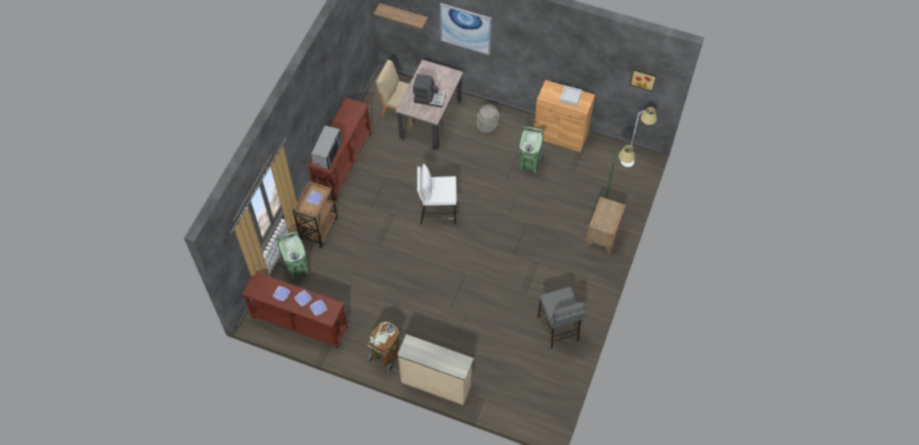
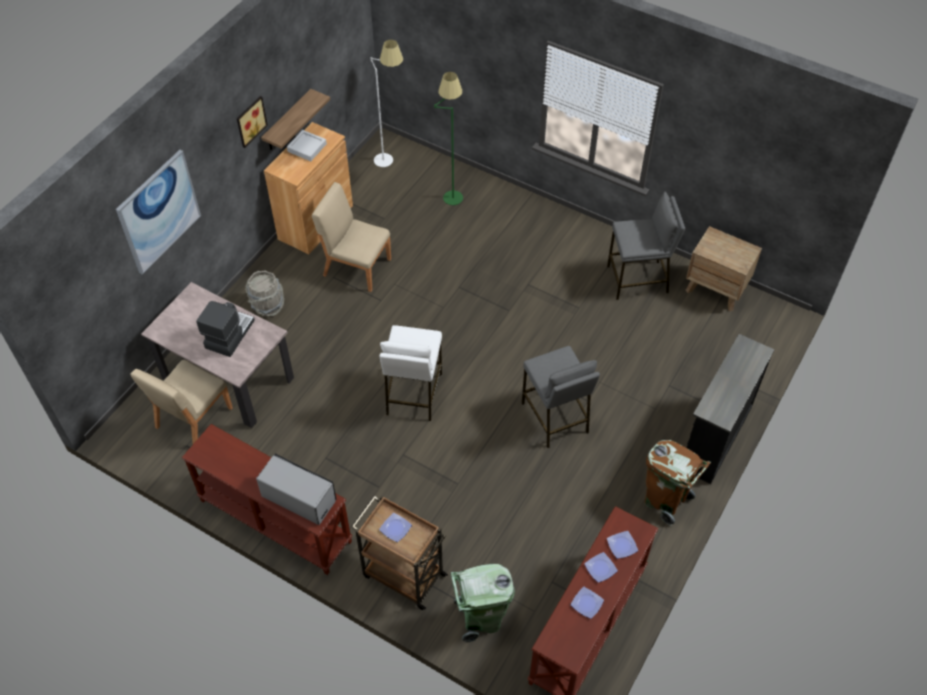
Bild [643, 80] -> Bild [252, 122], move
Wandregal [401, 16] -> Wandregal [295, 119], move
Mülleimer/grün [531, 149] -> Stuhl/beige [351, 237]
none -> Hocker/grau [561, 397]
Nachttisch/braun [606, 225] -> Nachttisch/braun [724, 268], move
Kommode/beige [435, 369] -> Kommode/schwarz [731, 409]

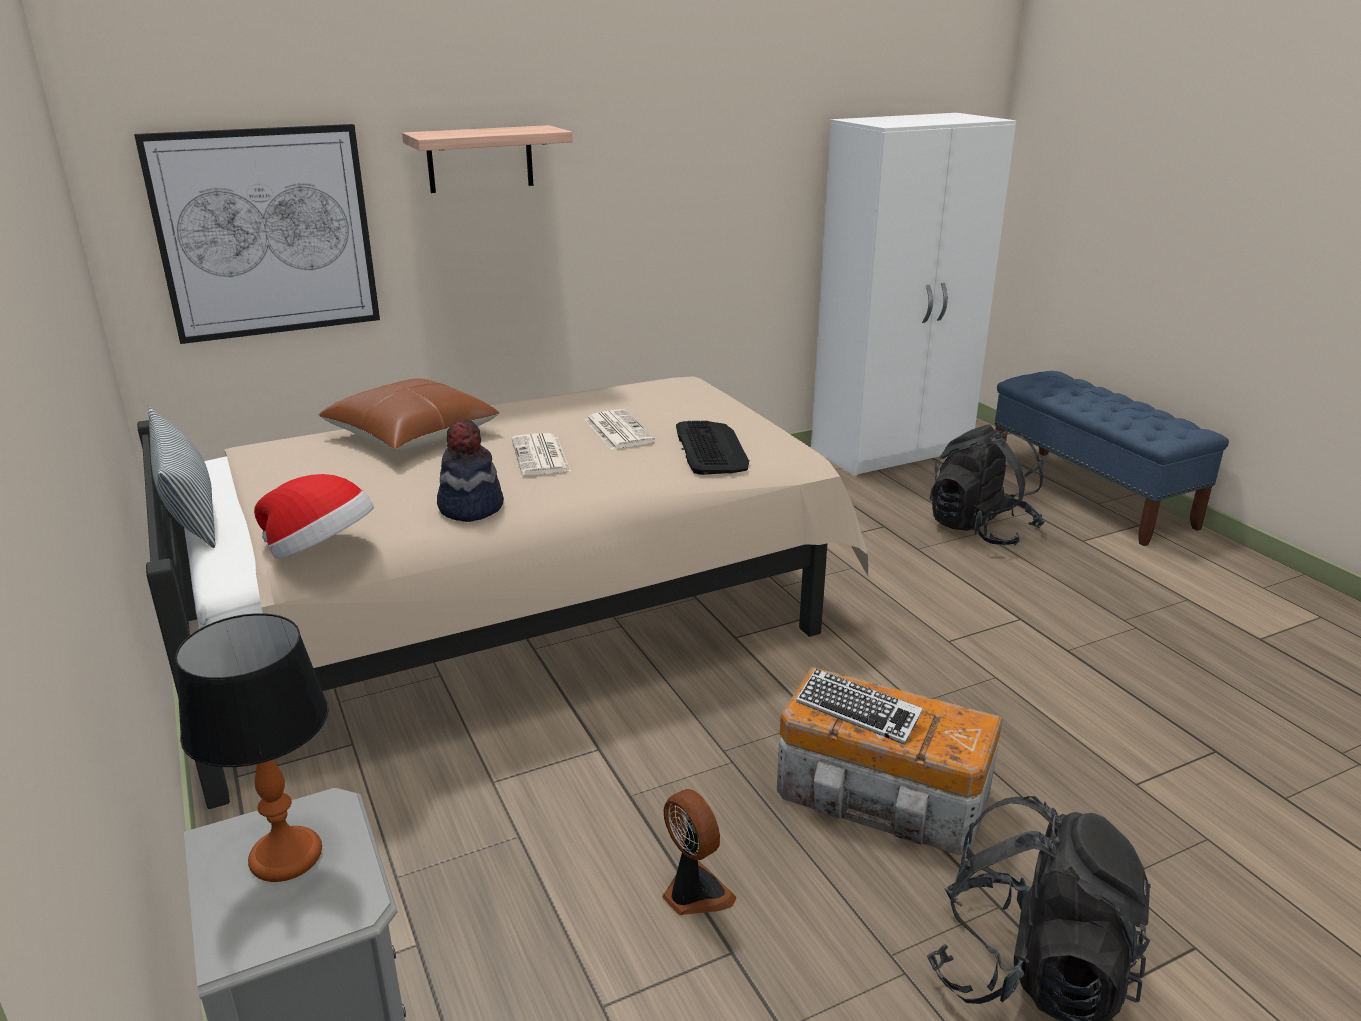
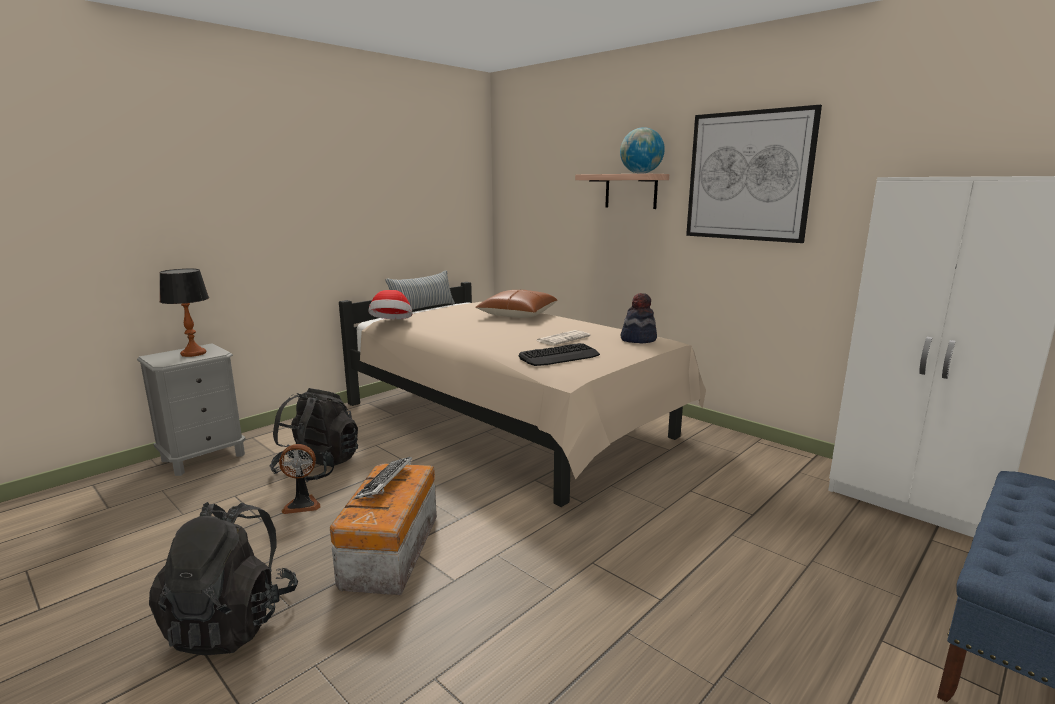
Rucksack/schwarz [987, 484] -> Rucksack/schwarz [314, 435], move
Ventilator [699, 852] -> Ventilator [300, 479], 45 degrees clockwise
none -> Globus [642, 150]
Hut [470, 470] -> Hut [639, 318], move
Bild [257, 234] -> Bild [754, 174], move
Zeitung [541, 454] -> none

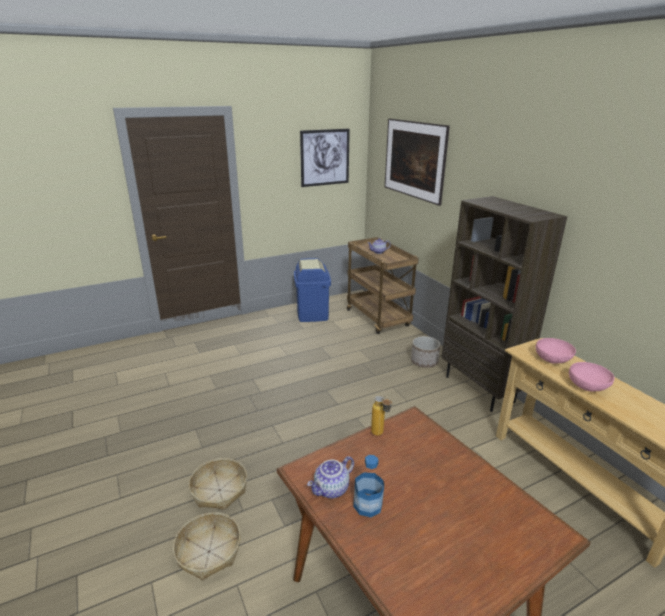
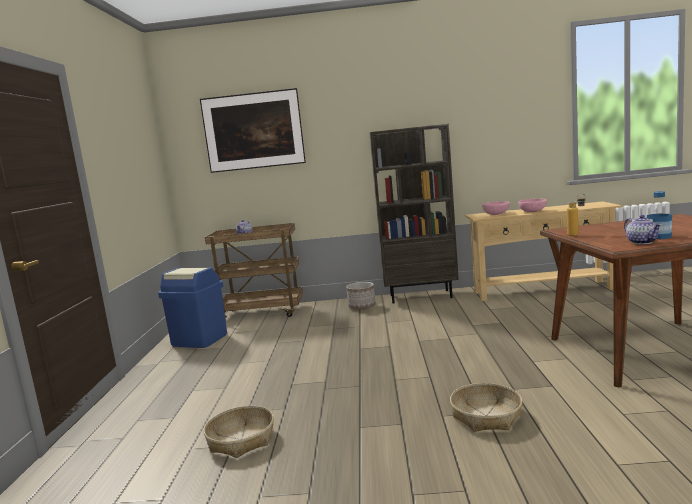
Korb [207, 546] -> Korb [239, 432], move
Bild [325, 158] -> none

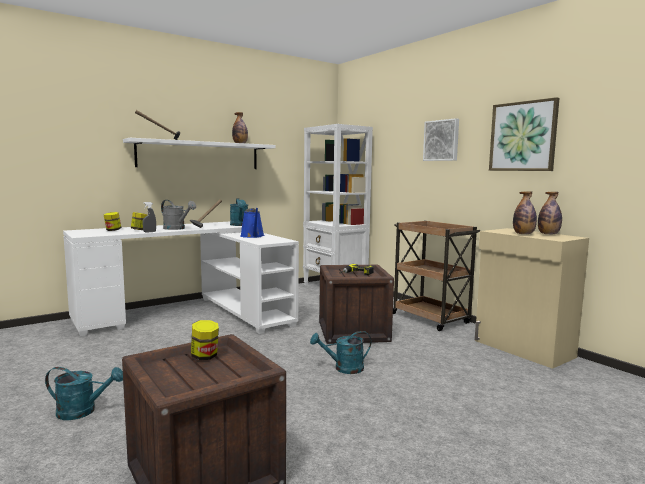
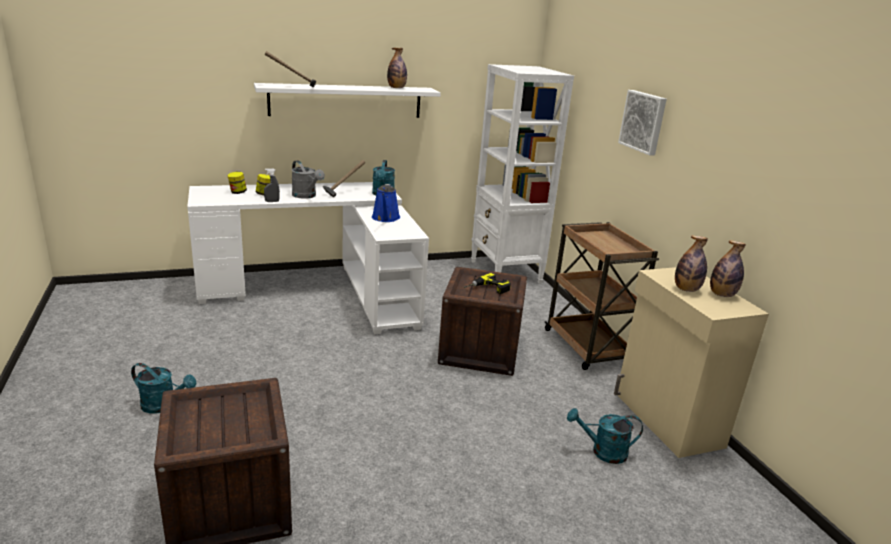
Gießkanne/türkis [340, 352] -> Gießkanne/türkis [605, 436], move
Vorratsglas [205, 340] -> none
Bild [524, 134] -> none

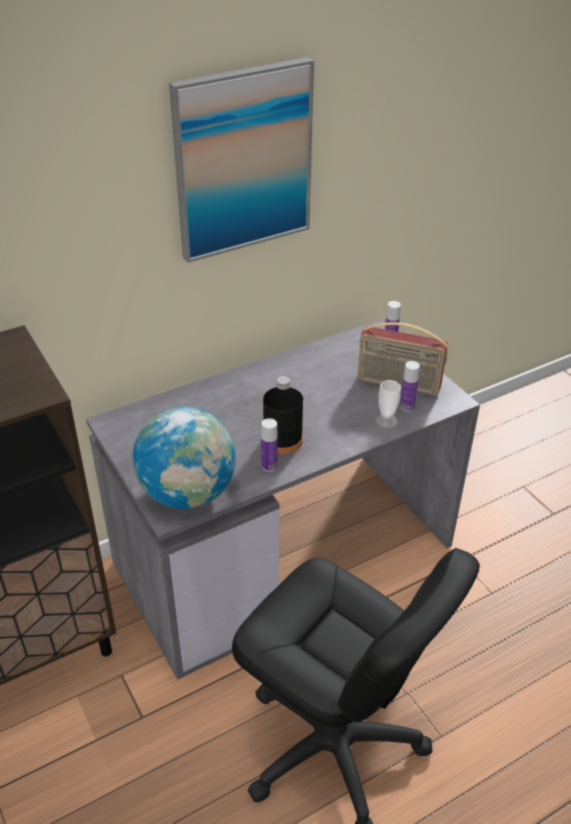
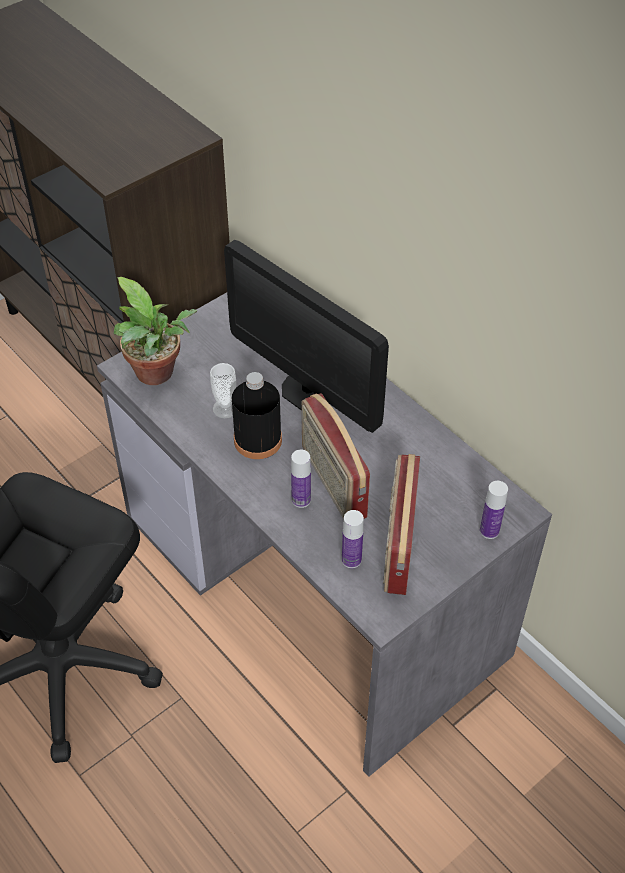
Globus [184, 457] -> Topfpflanze [155, 331]
Tasse [388, 404] -> Tasse [223, 391], move
none -> Monitor [306, 336]
Flasche [269, 445] -> Flasche [301, 479], move
none -> Radio [336, 456]
Bild [241, 160] -> none

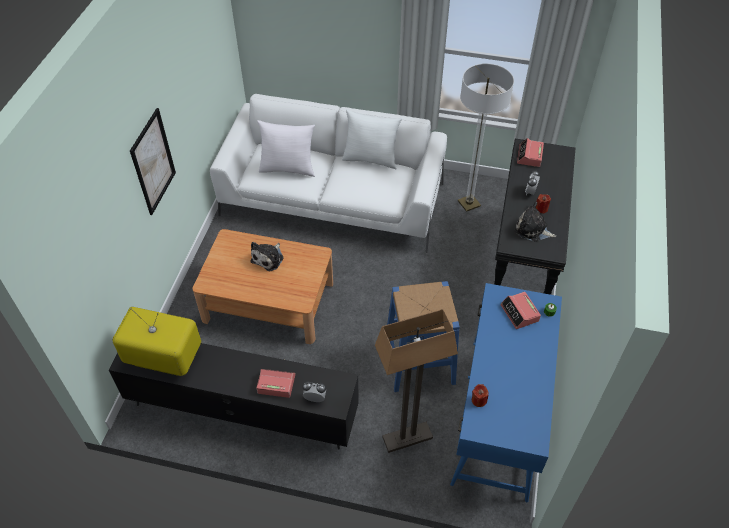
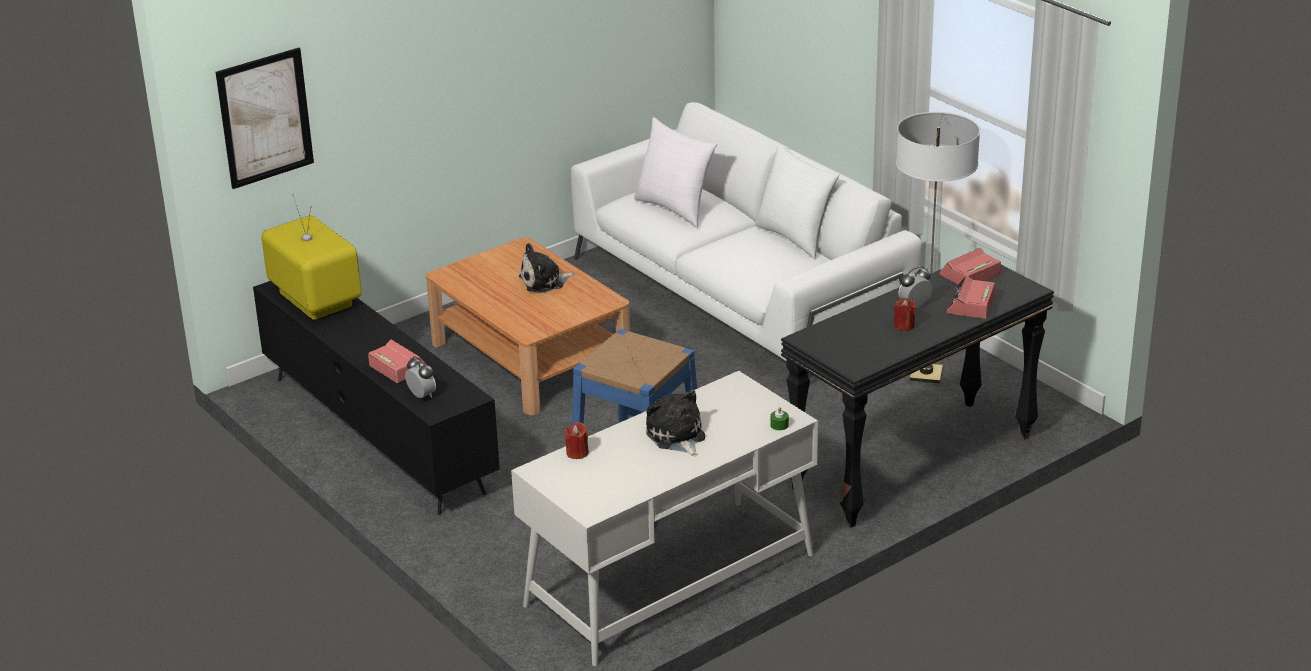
Bild [153, 161] -> Bild [265, 118], move
Schreibtisch/blau [506, 392] -> Schreibtisch/weiß [664, 518]
Plüschtier [535, 221] -> Plüschtier [675, 423], move
Wecker [520, 310] -> Wecker [970, 297], move
Stehlampe [416, 381] -> none

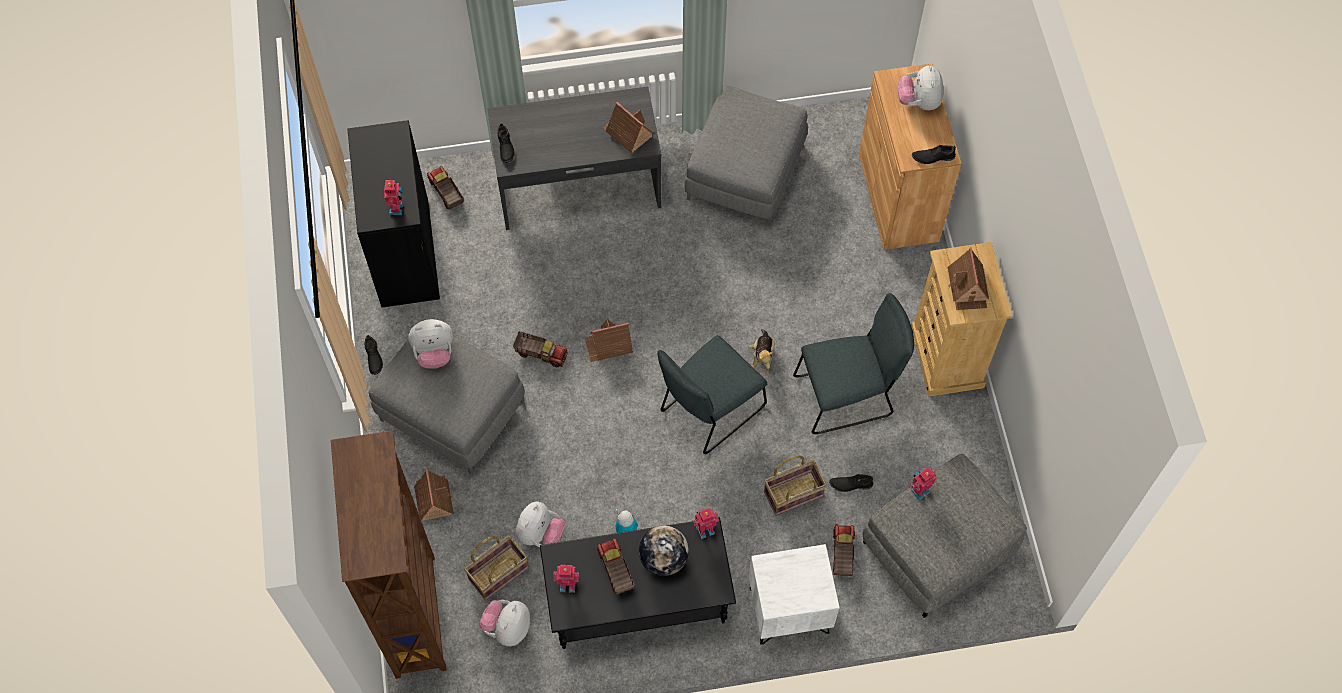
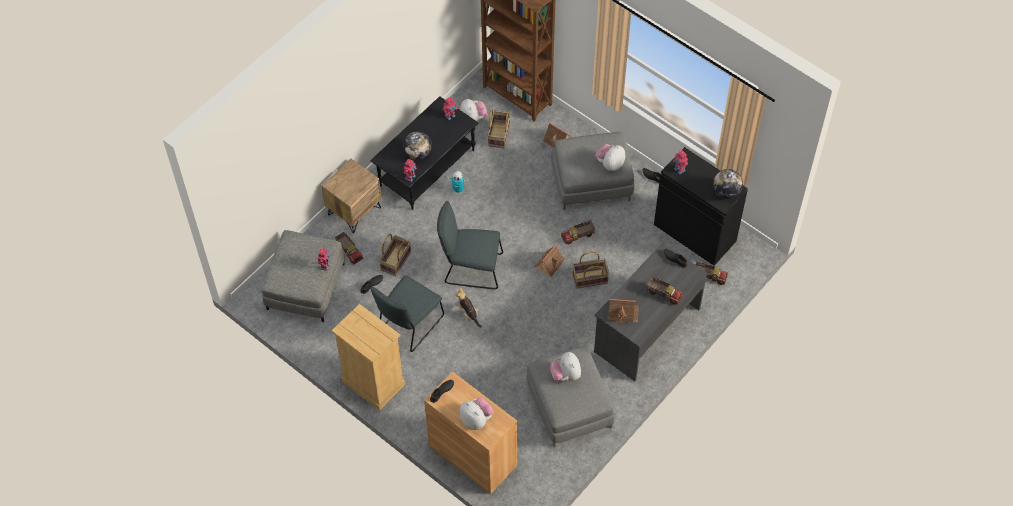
Nachttisch/weiß [794, 594] -> Nachttisch/braun [351, 196]
Stuhl/grau [712, 394] -> Stuhl/grau [470, 245], 90 degrees counterclockwise
Plüschtier [540, 524] -> Plüschtier [565, 366], move
none -> Korb [590, 270]
Spielzeuglaster [616, 566] -> Spielzeuglaster [665, 290], move
none -> Globus [728, 184]
Spielzeughaus [968, 278] -> none

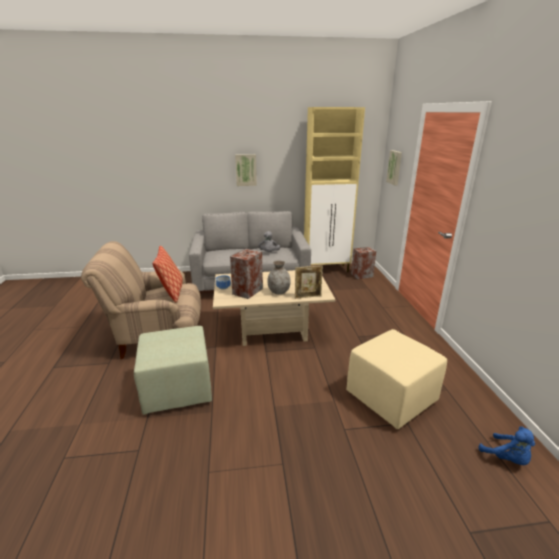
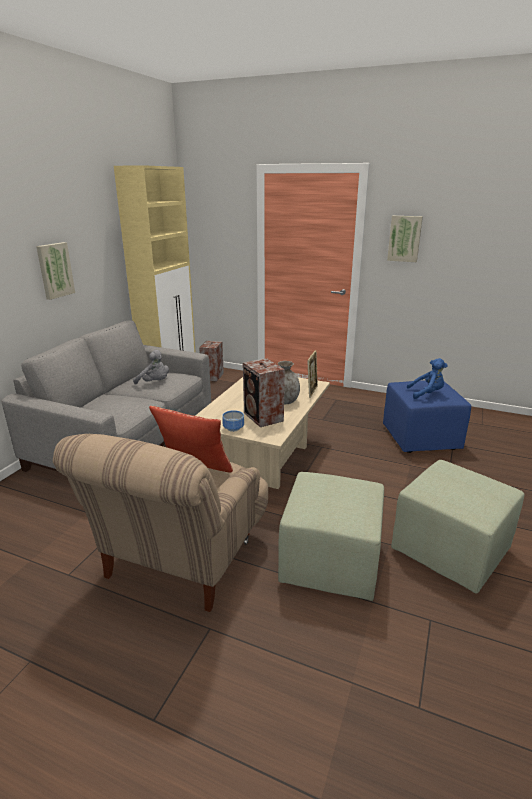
Polsterhocker/beige [396, 379] -> Polsterhocker/blau [427, 416]
Bild [394, 167] -> Bild [405, 239], move
none -> Polsterhocker/grün [458, 527]
Plüschtier/blau [507, 445] -> Plüschtier/blau [427, 378], move

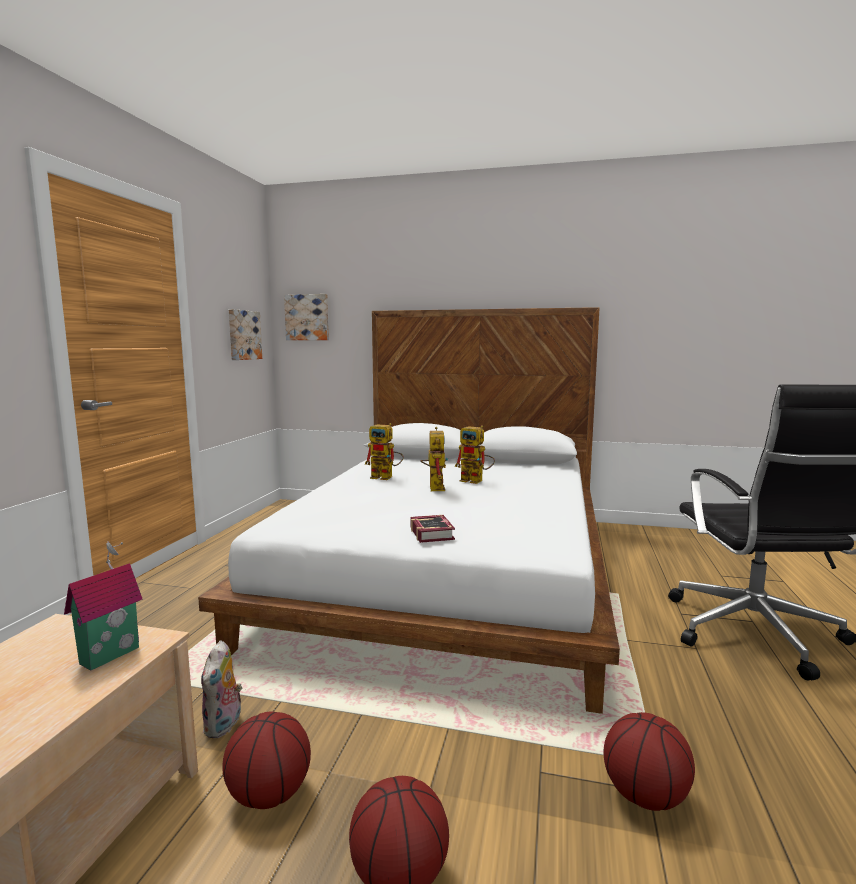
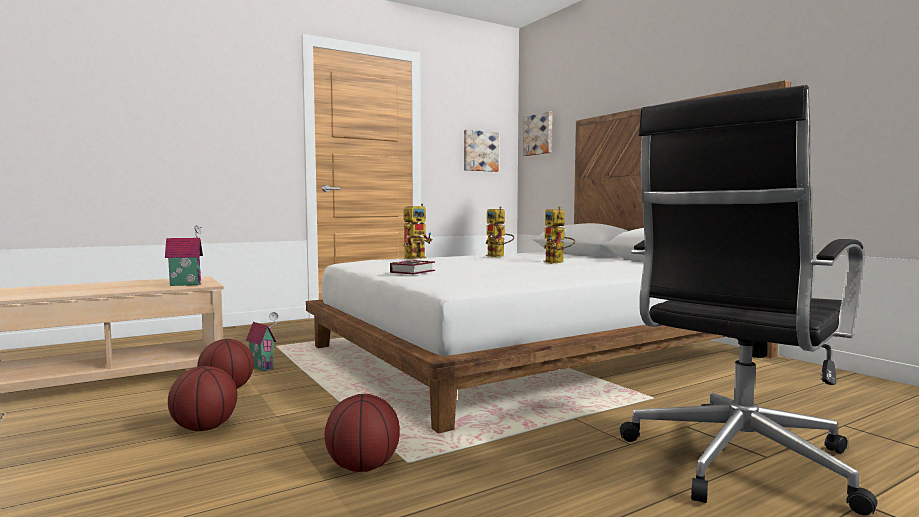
Plüschtier [221, 689] -> Spielzeughaus [262, 341]
Spielzeugroboter [434, 459] -> Spielzeugroboter [417, 231], move

